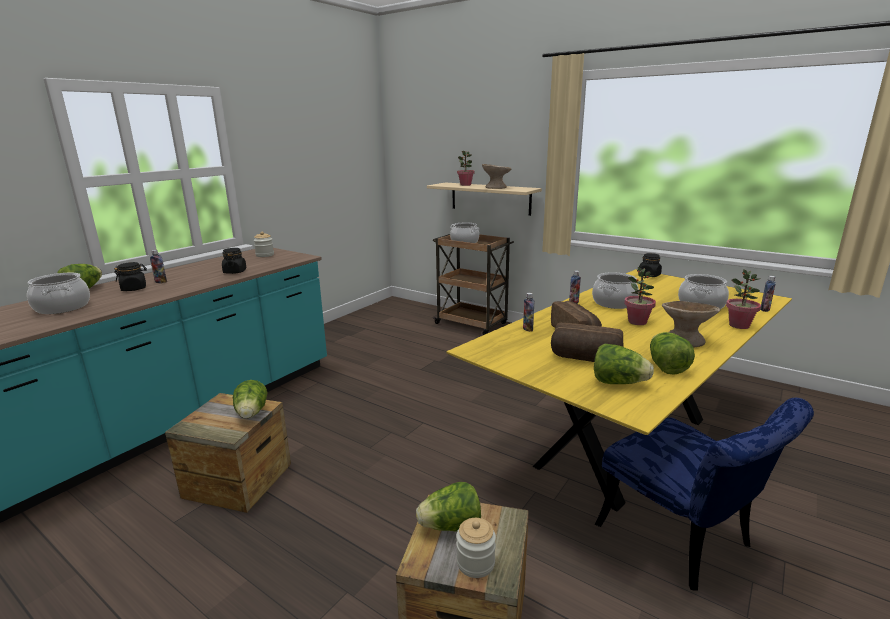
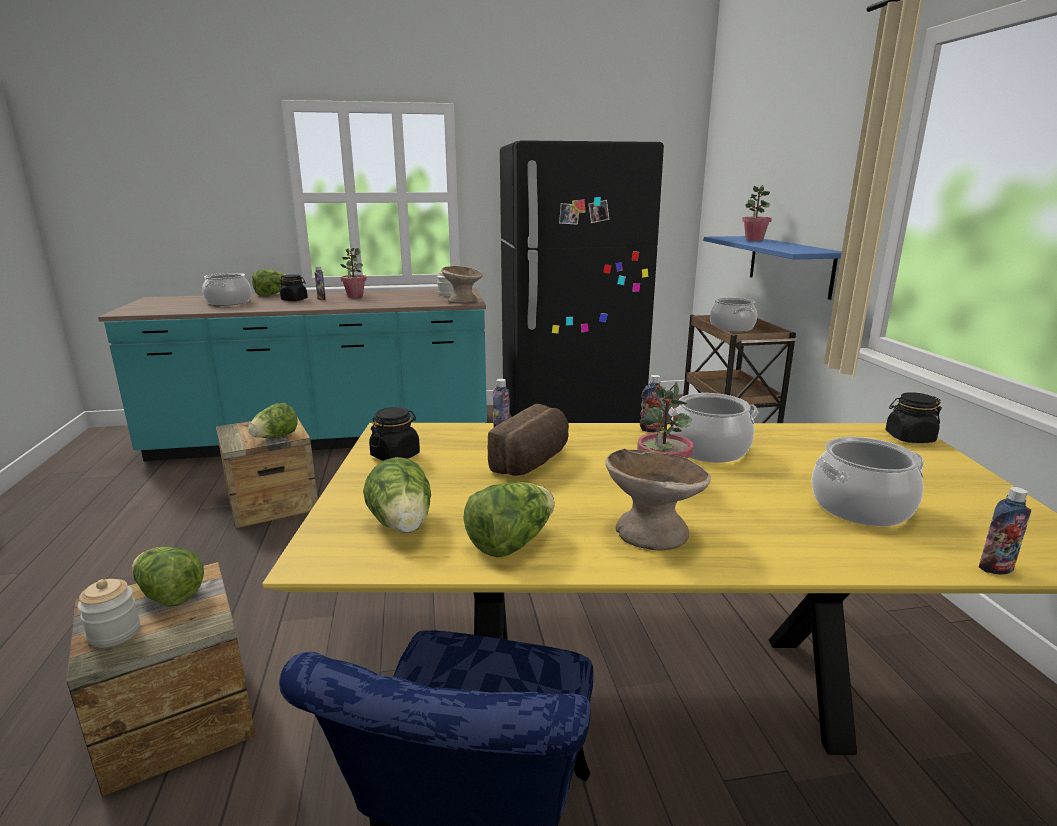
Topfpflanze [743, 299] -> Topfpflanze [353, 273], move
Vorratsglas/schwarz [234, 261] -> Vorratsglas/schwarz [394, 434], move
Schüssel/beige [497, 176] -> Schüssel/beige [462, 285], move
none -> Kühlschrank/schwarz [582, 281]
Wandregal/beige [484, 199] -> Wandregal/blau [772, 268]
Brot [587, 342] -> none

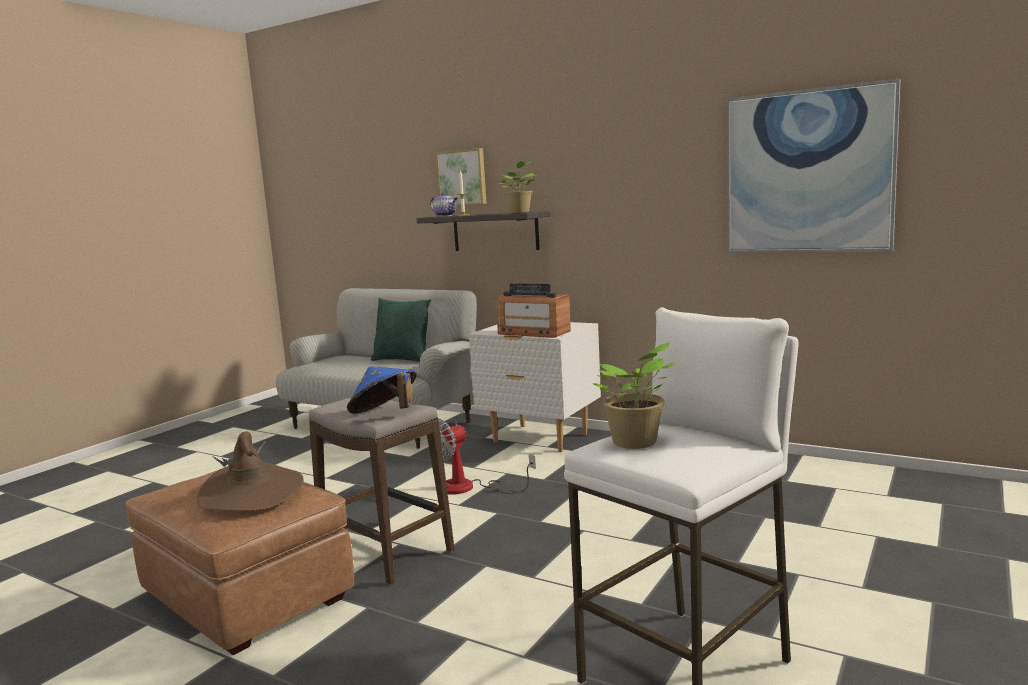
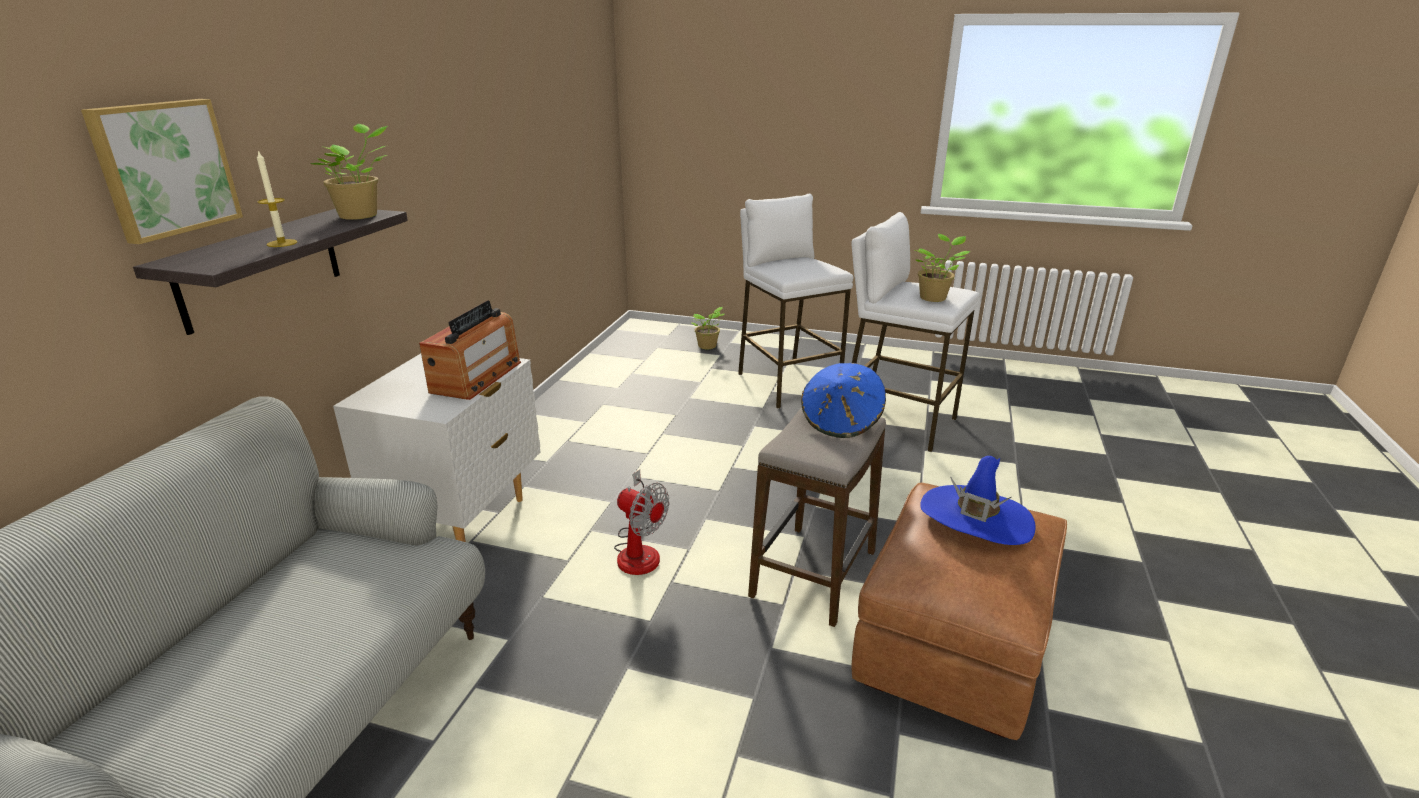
none -> Topfpflanze [708, 328]
none -> Hocker/weiß [795, 301]
Hut/braun [250, 471] -> Hut/blau [978, 500]
Kissen/grün [401, 330] -> none
Teekanne [444, 204] -> none
Bild [814, 166] -> none

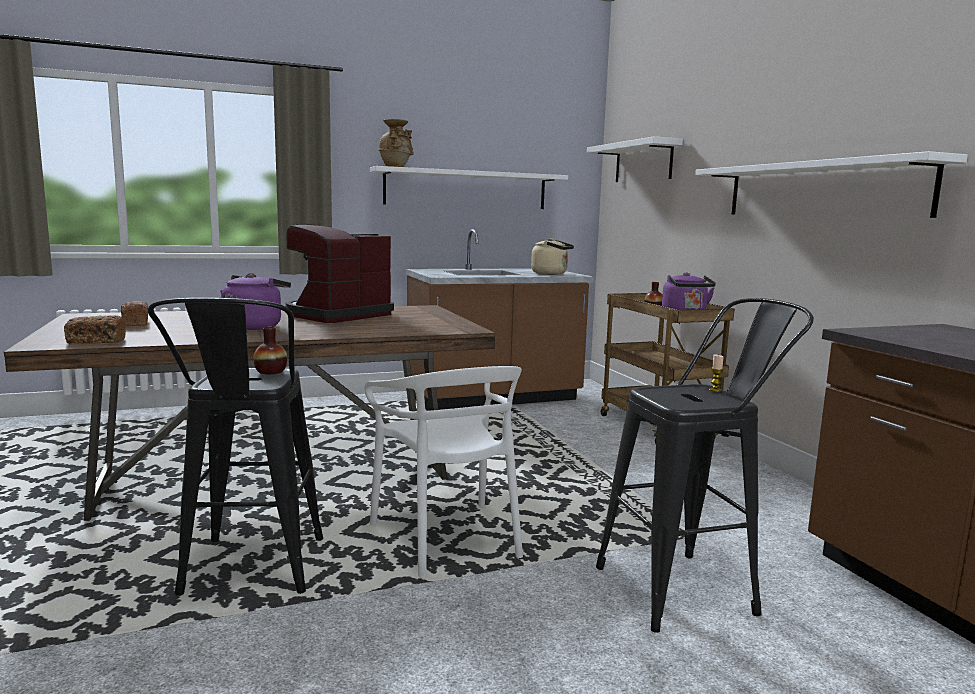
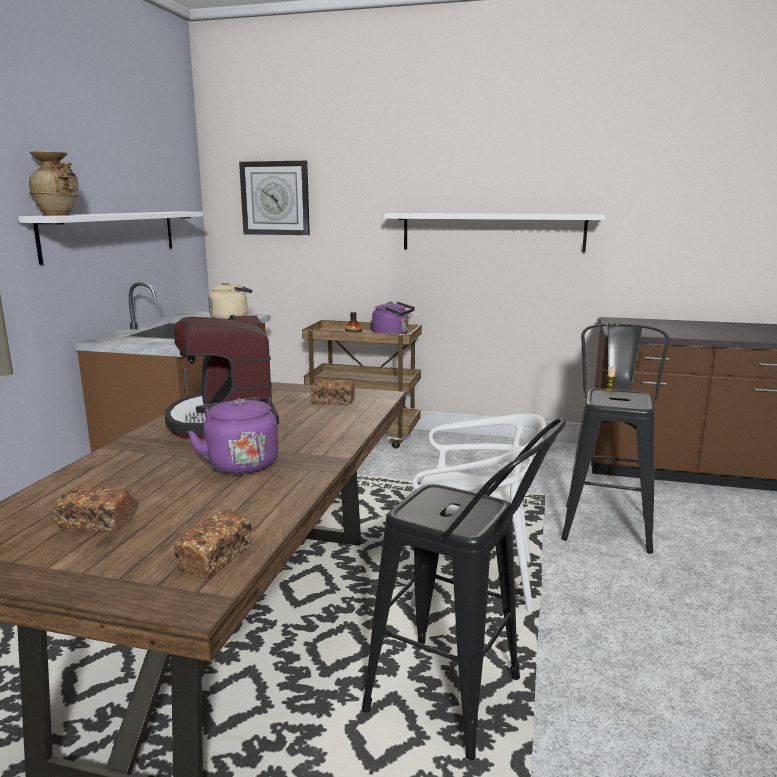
Wandregal/weiß [635, 159] -> Wanduhr [274, 198]
none -> Brot [332, 392]
Vase [270, 350] -> none

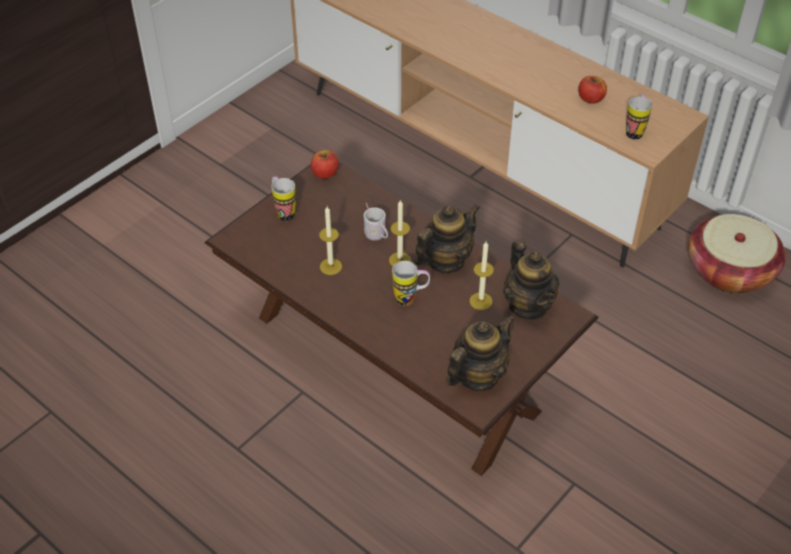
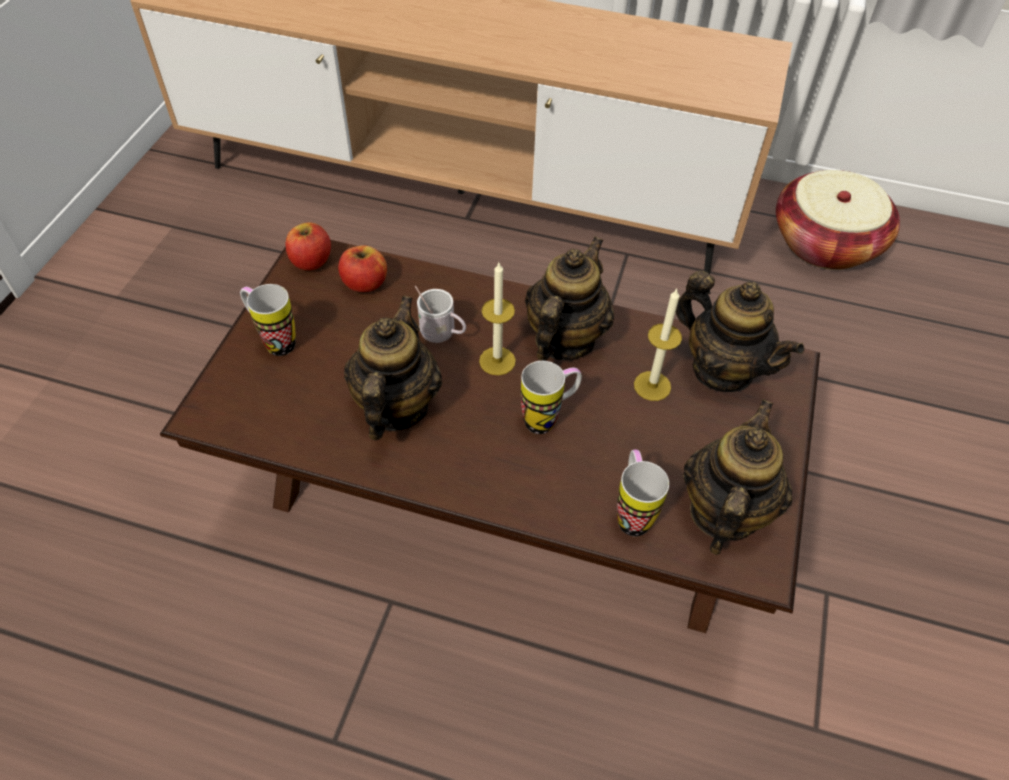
Apfel [592, 90] -> Apfel [362, 268], move
Kerze [330, 240] -> Teekanne [393, 368]
Henkelbecher [639, 117] -> Henkelbecher [643, 492], move

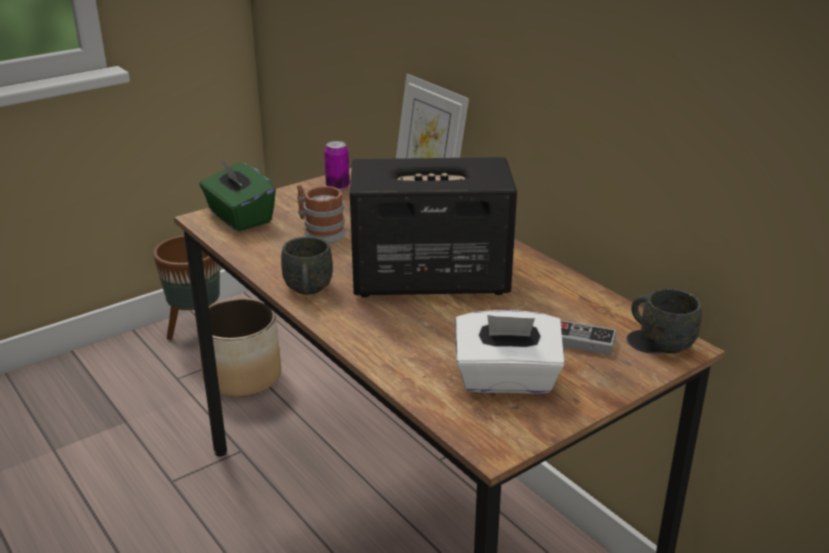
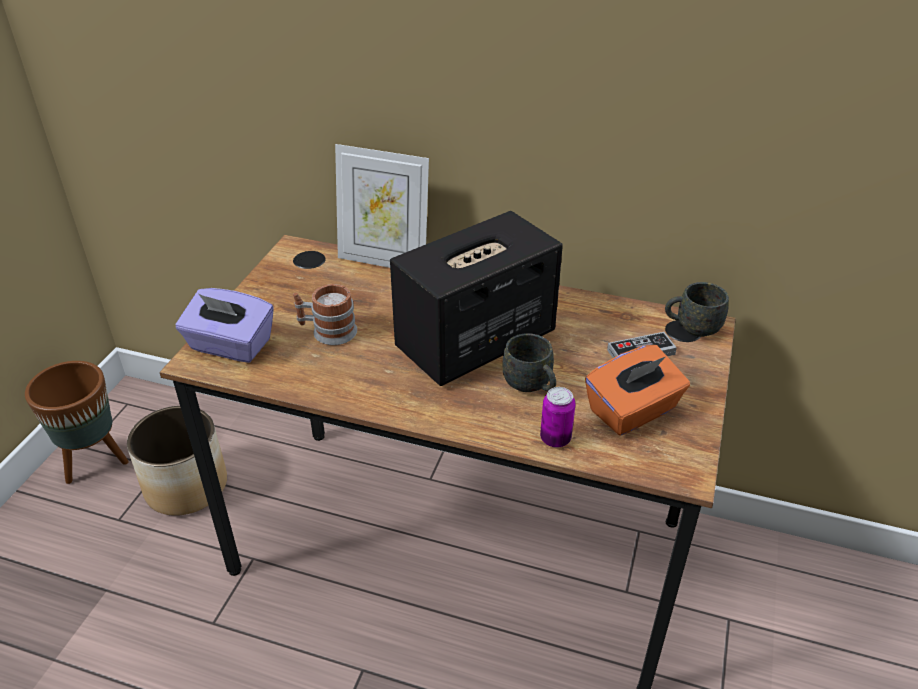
Taschentuchbox/grün [237, 194] -> Taschentuchbox/lila [224, 325]
Henkelbecher/grau [307, 265] -> Henkelbecher/grau [529, 362], move
Dose [337, 165] -> Dose [558, 417], move
Taschentuchbox/weiß [510, 352] -> Taschentuchbox/orange [637, 390]

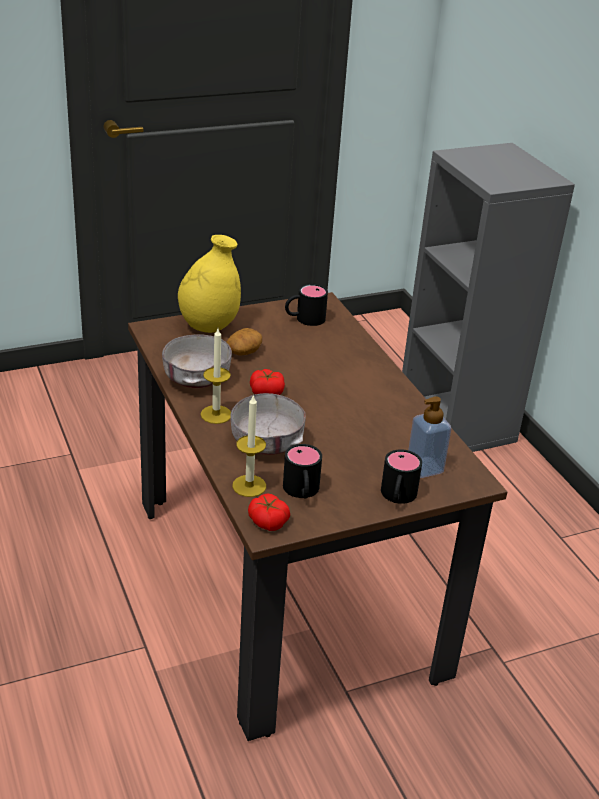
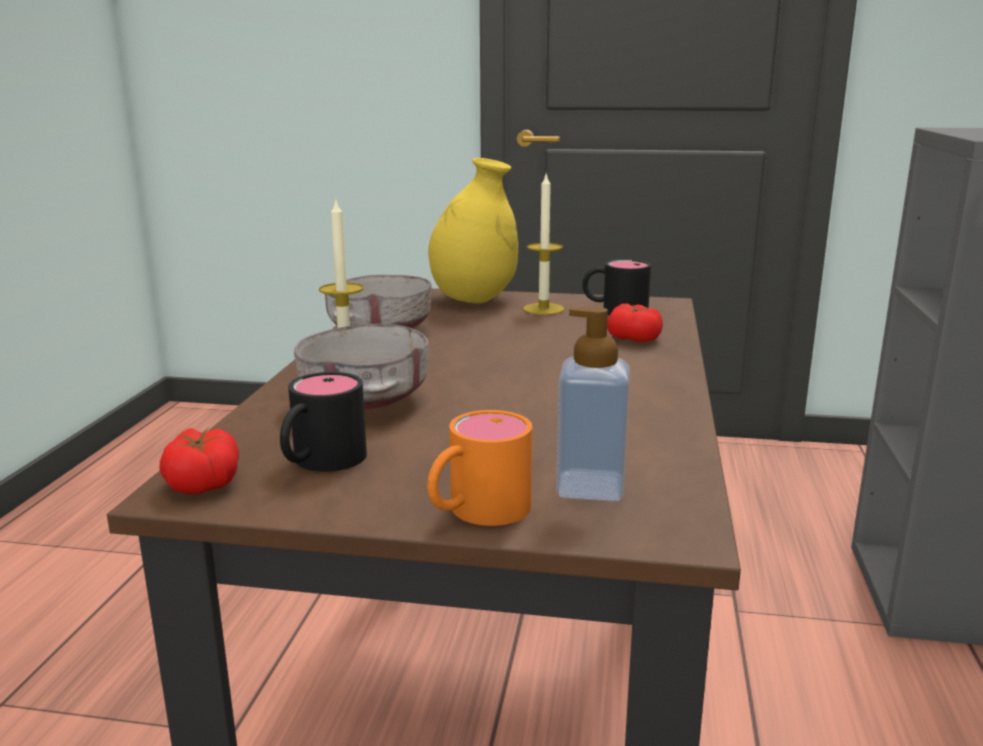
Henkelbecher/schwarz [401, 476] -> Henkelbecher/orange [479, 468]
Kerze [249, 446] -> Kerze [543, 245], move
Tomate [267, 382] -> Tomate [635, 323], move
Kartoffel [244, 341] -> none

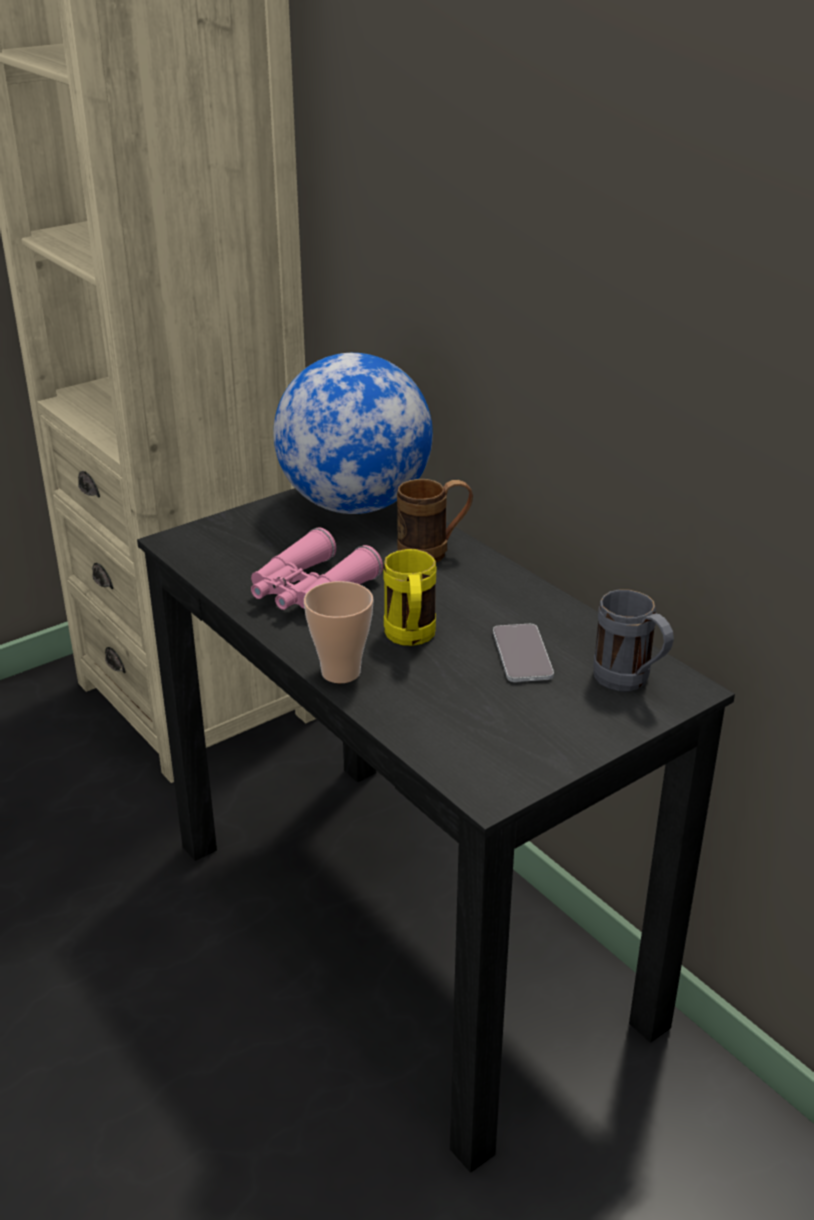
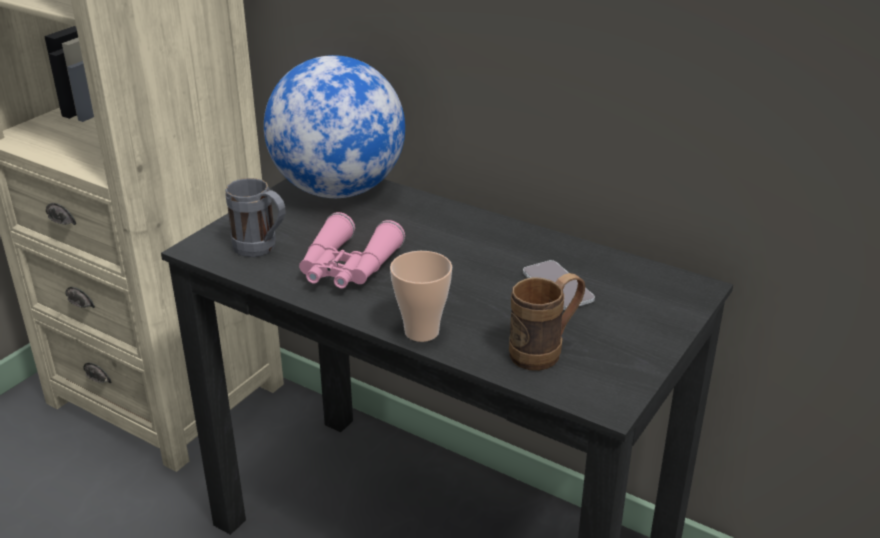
Henkelbecher/grau [633, 640] -> Henkelbecher/grau [255, 217], move
Henkelbecher/braun [435, 521] -> Henkelbecher/braun [547, 322], move
Henkelbecher/gelb [409, 597] -> none

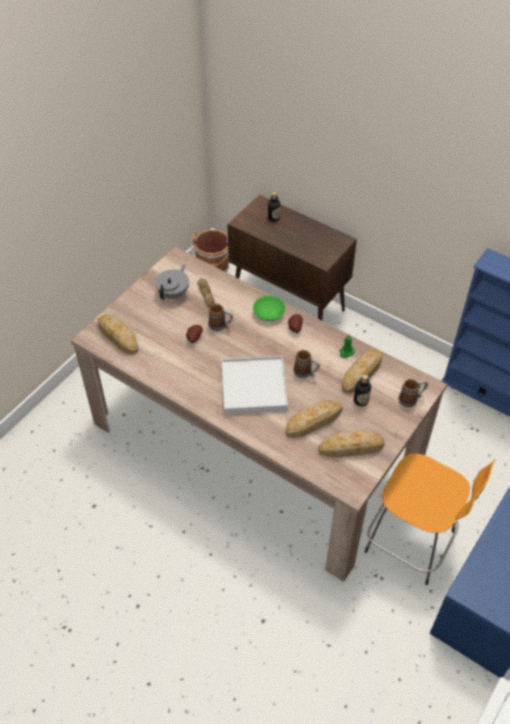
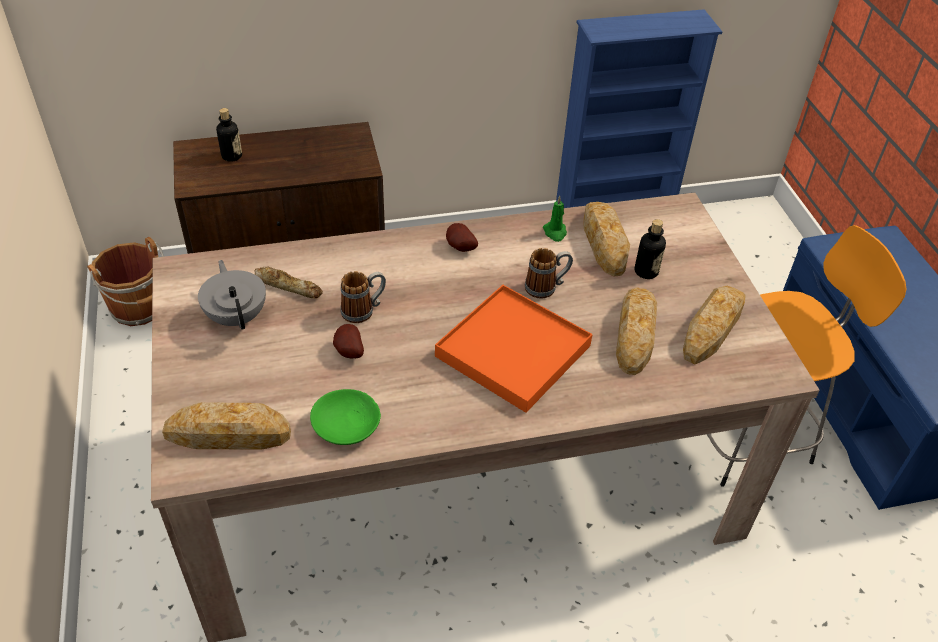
Schüssel/grün [269, 308] -> Schüssel/grün [345, 417], move
Tablett/weiß [255, 385] -> Tablett/orange [514, 349]
Henkelbecher [413, 393] -> none

